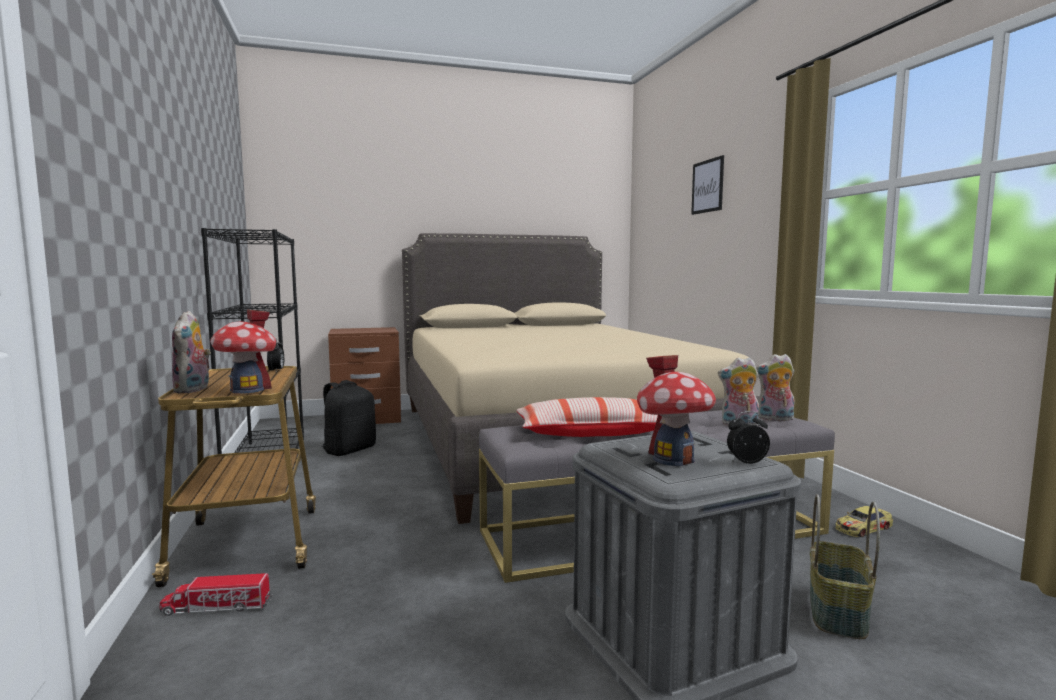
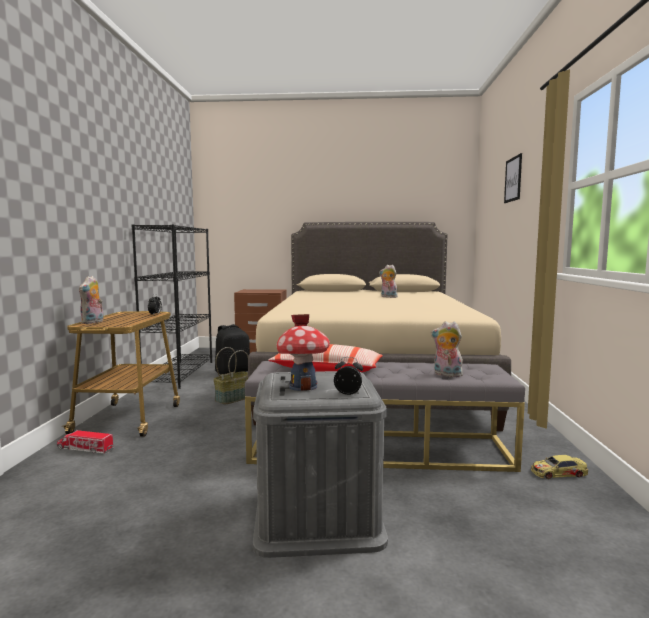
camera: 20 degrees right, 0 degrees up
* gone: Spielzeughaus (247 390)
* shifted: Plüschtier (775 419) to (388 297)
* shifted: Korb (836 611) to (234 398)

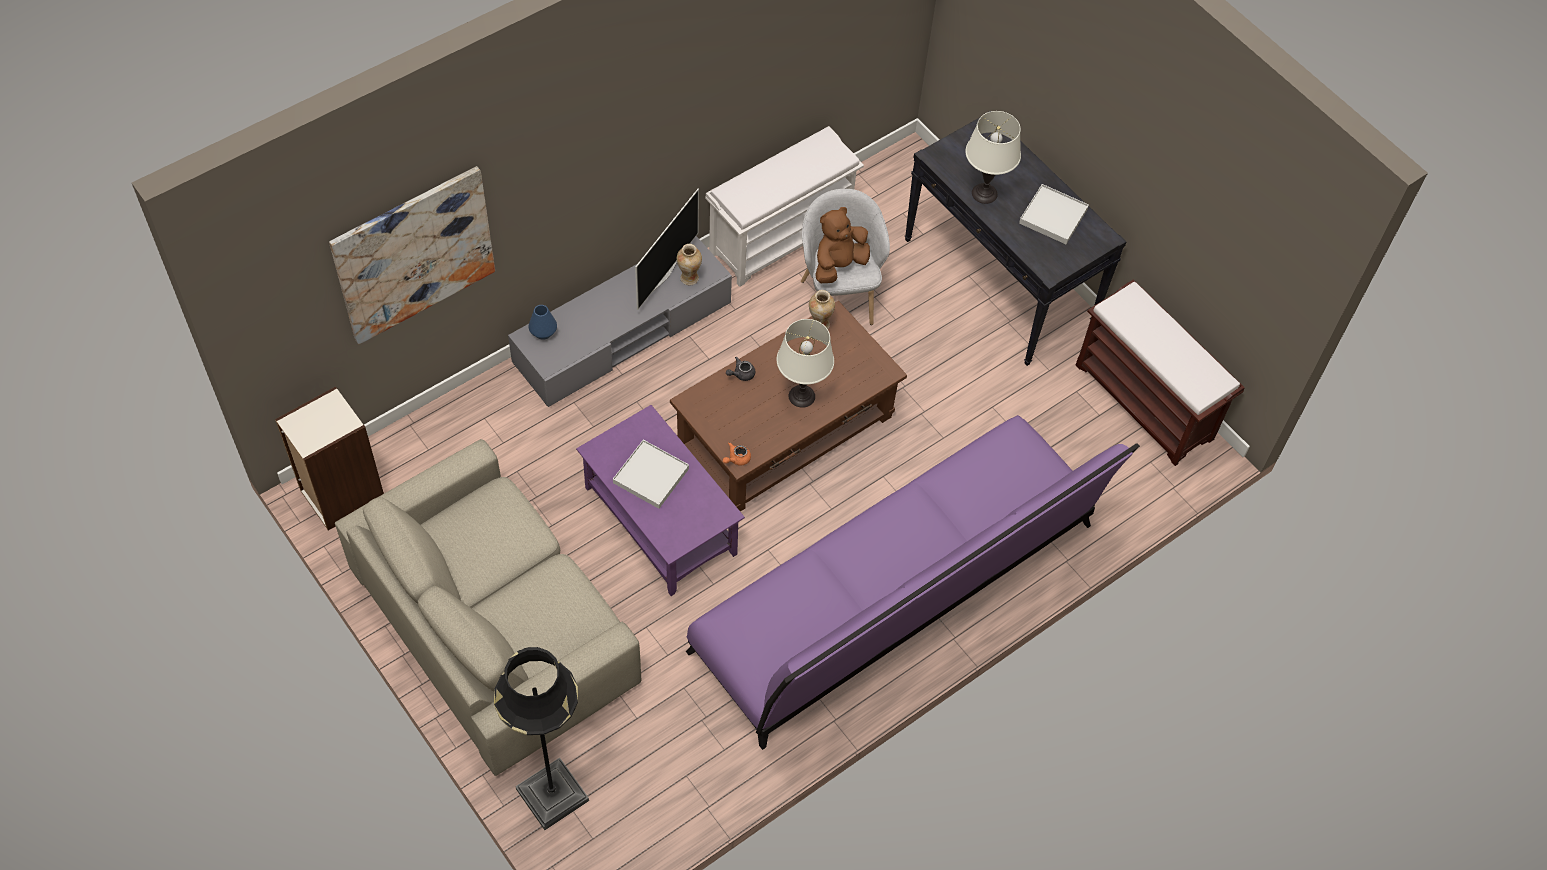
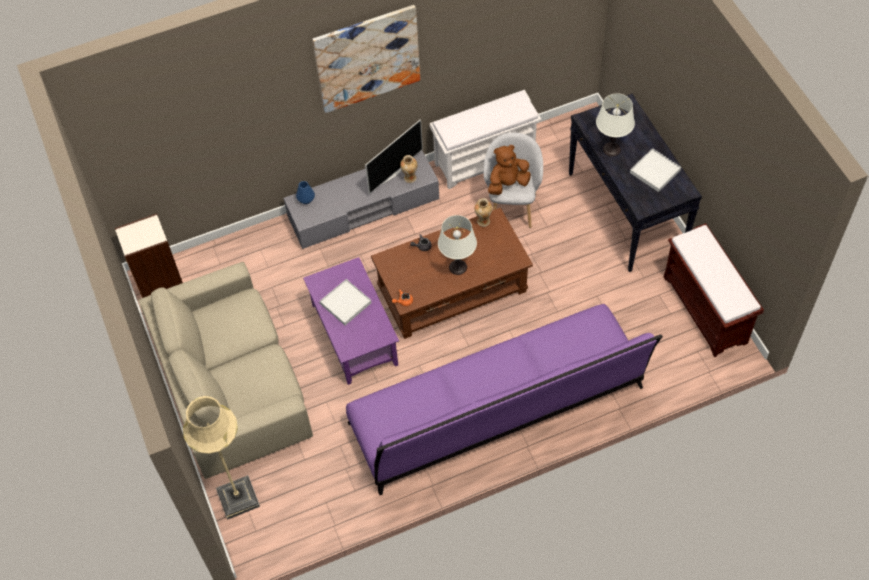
camera: 20 degrees right, 0 degrees up
* shifted: Bild (414 254) to (367 58)
* repainted: Stehlampe/schwarz (552 794) to Stehlampe/beige (238 498)

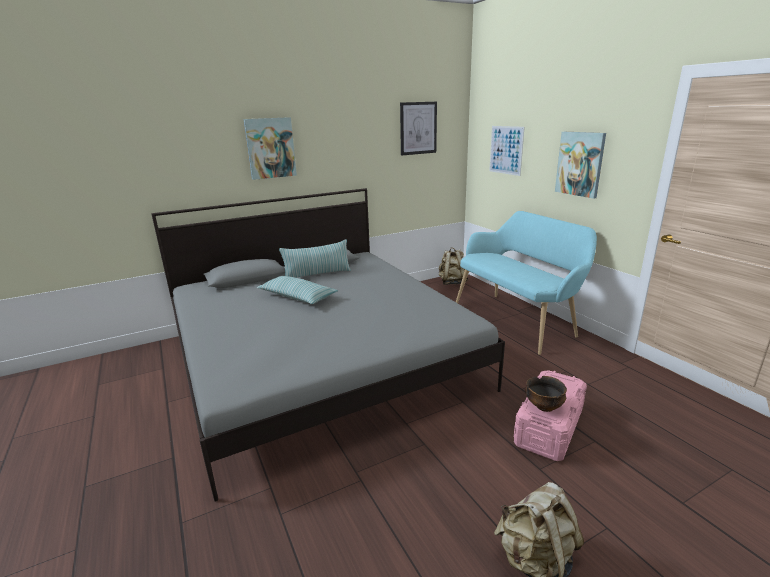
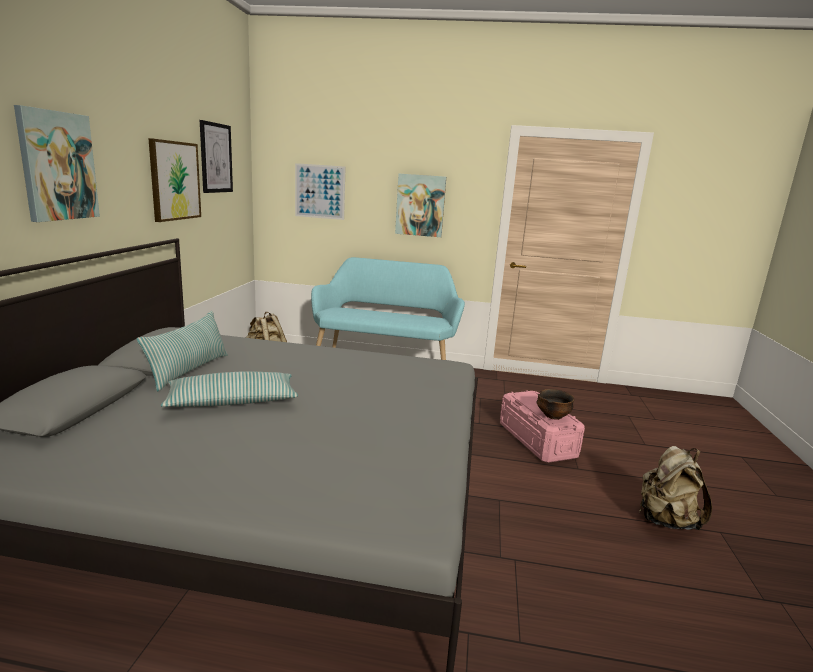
camera: 55 degrees left, 5 degrees down
* new: Bild (174 180)

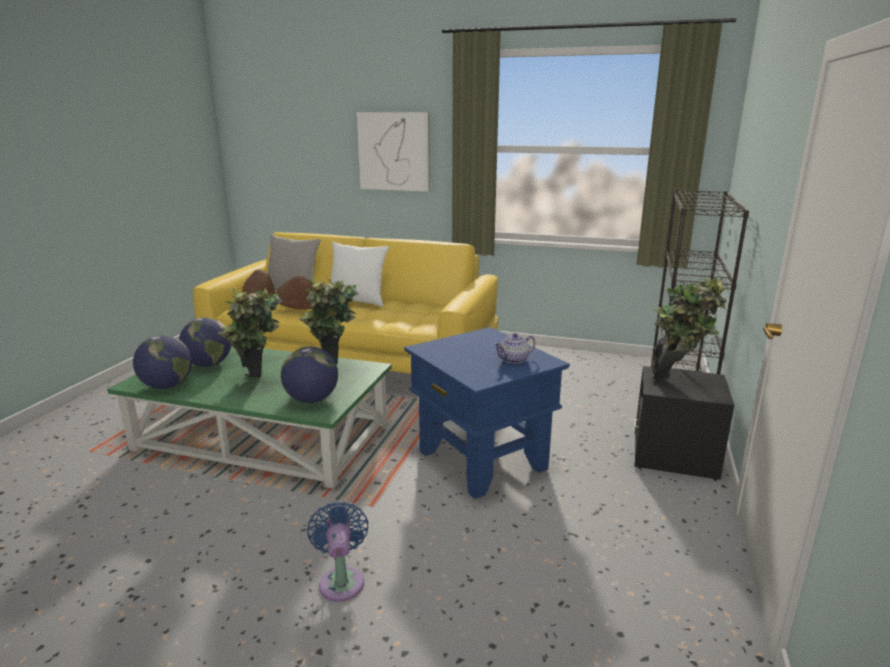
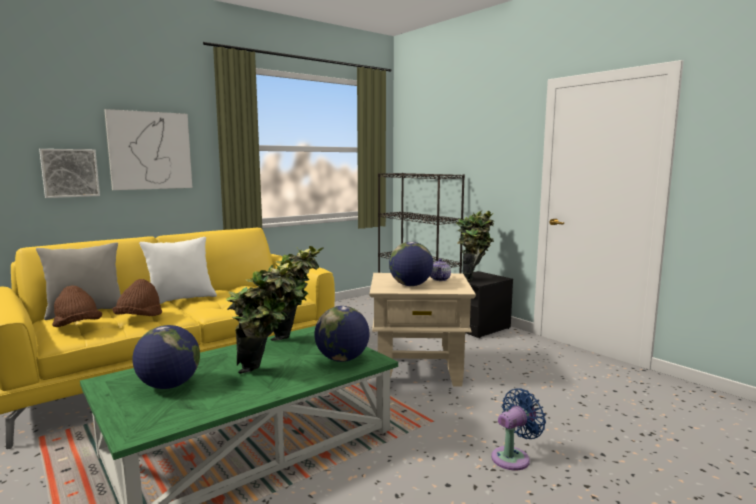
camera: 55 degrees left, 10 degrees down
* new: Bild (70 173)
* shifted: Globus (167 386) to (410 285)
* repainted: Beistelltisch/blau (481 460) to Beistelltisch/beige (419 370)
* rotated: Ventilator/blau (341 580) = (513 457) 120 degrees clockwise

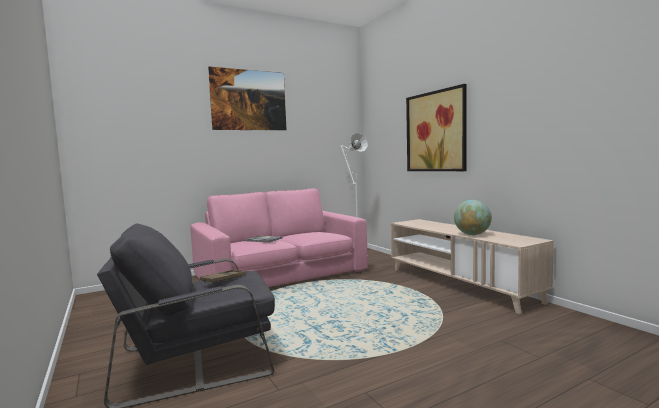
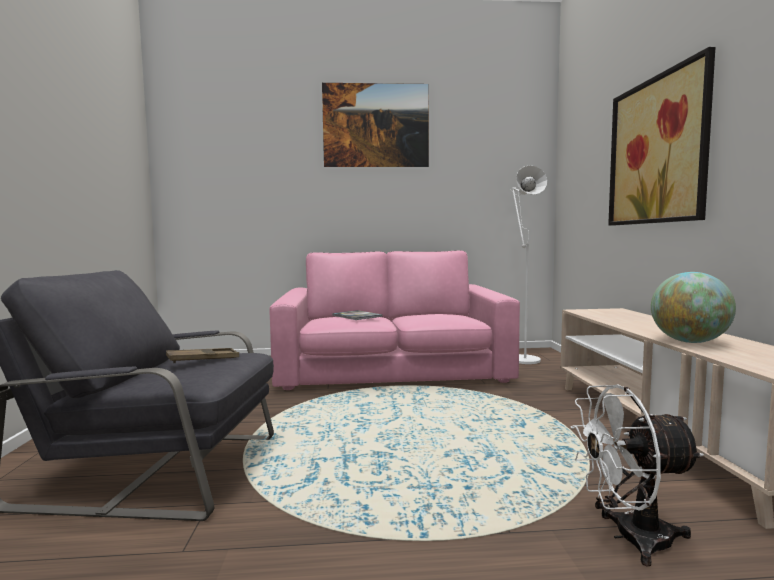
camera: 25 degrees right, 0 degrees up
* new: Ventilator/weiß (629 538)

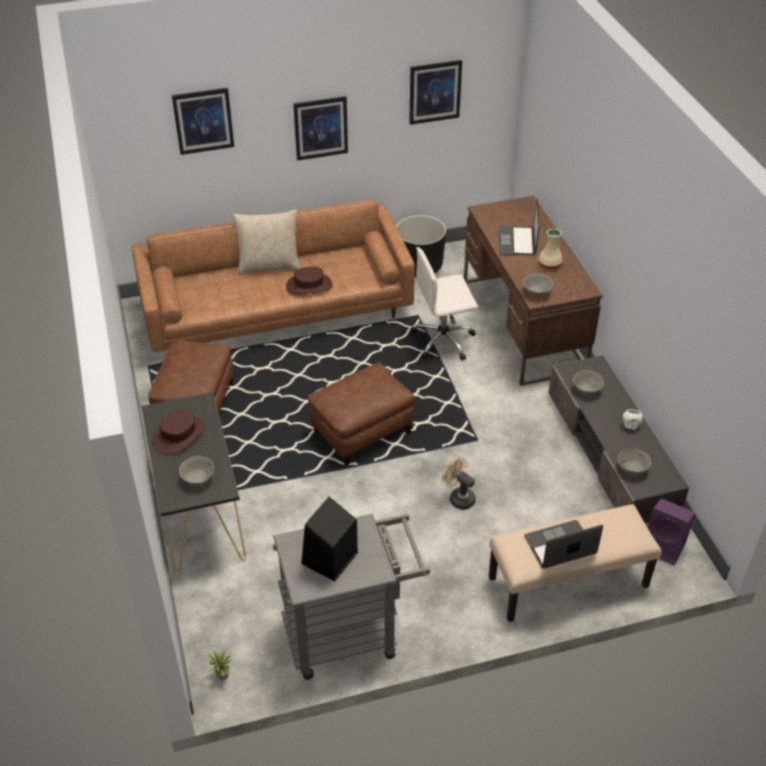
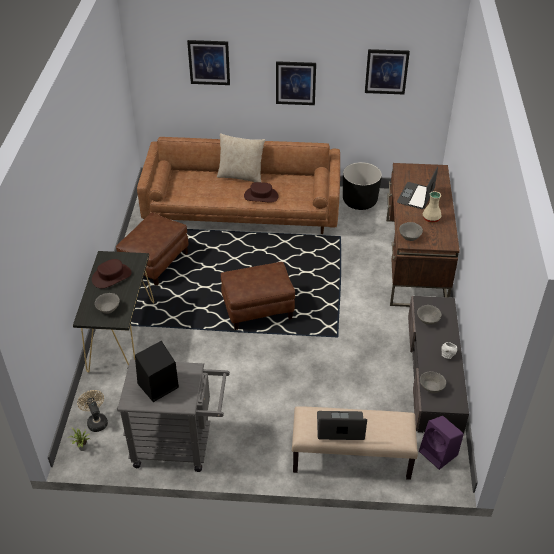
camera: 20 degrees right, 0 degrees up
* gone: Bürostuhl/weiß (444 340)
* shifted: Ventilator/beige (458 497) to (96 421)

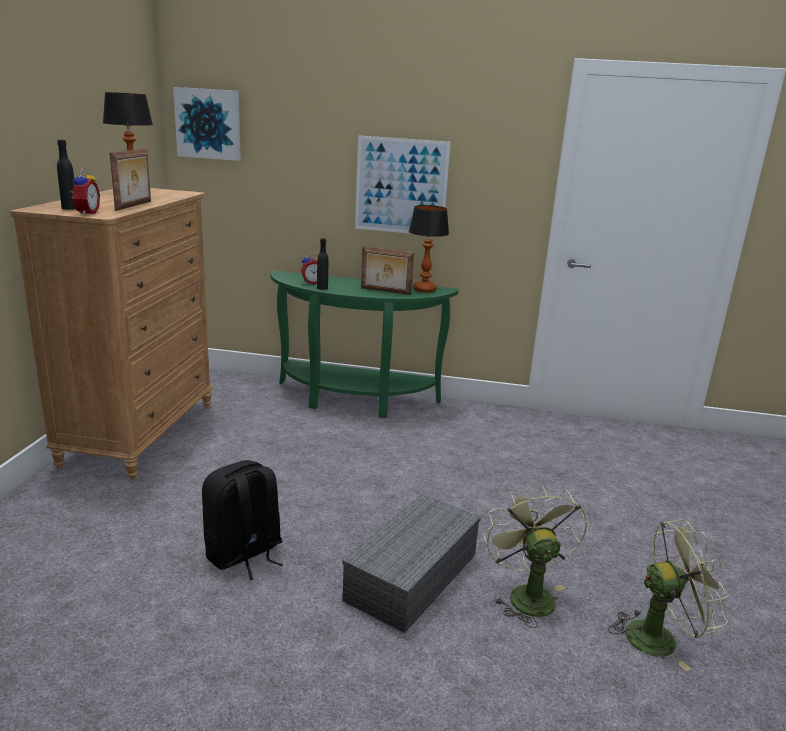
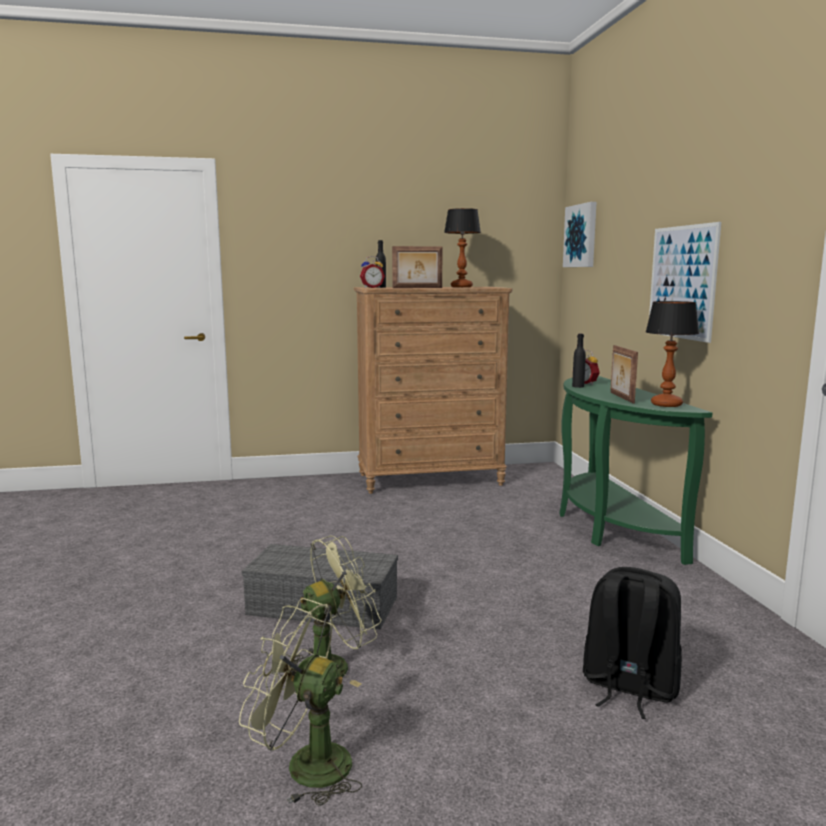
camera: 70 degrees right, 10 degrees down
* shifted: Rucksack/schwarz (244 554) to (628 687)
* rotated: Ventilator/grün (660 637) = (305 765) 135 degrees clockwise

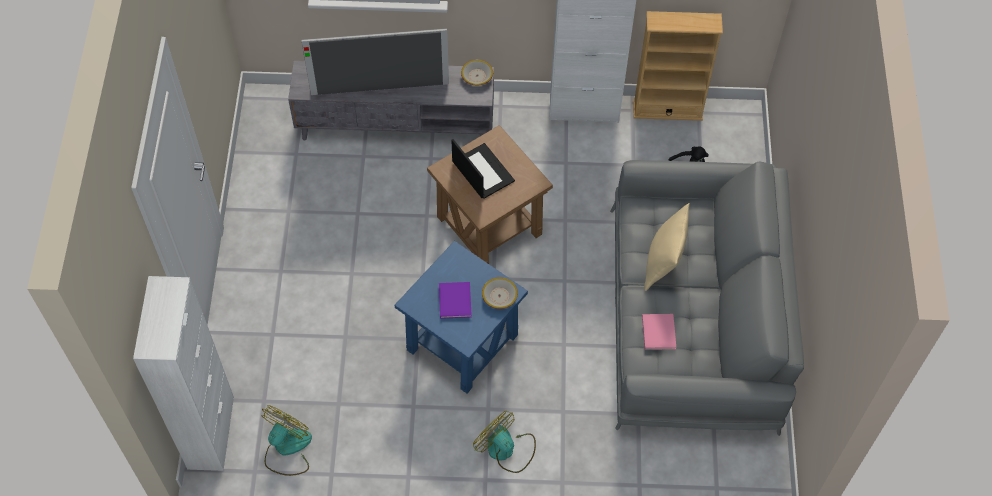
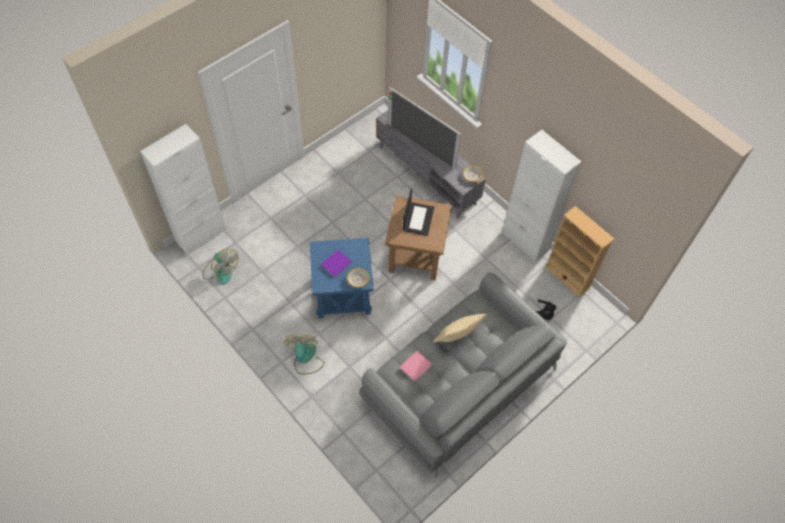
camera: 45 degrees right, 0 degrees up
* rotated: Ventilator (287 449) = (220 270) 60 degrees clockwise

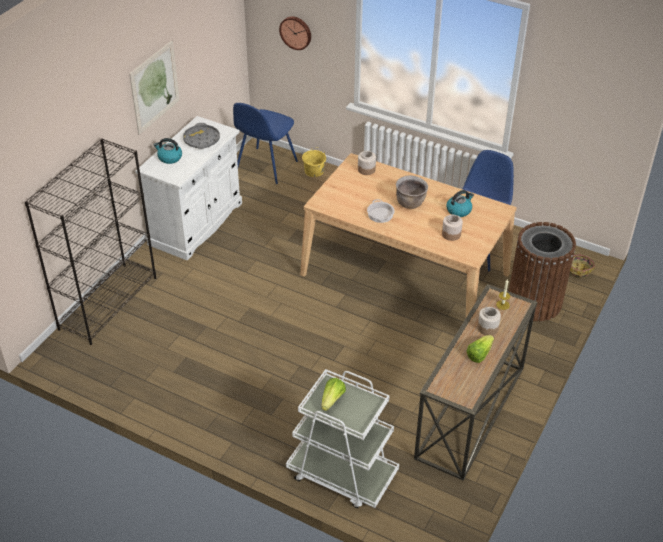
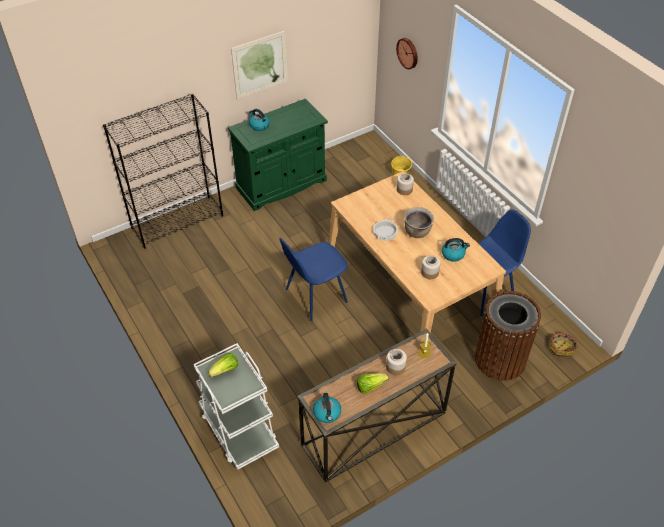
camera: 30 degrees right, 5 degrees up
* gone: Tablett/grau (201 139)
* new: Wasserkessel (327 413)
* shifted: Stuhl/blau (265 167) to (314 296)
* repainted: Schrank/weiß (196 223) to Schrank/grün (281 184)

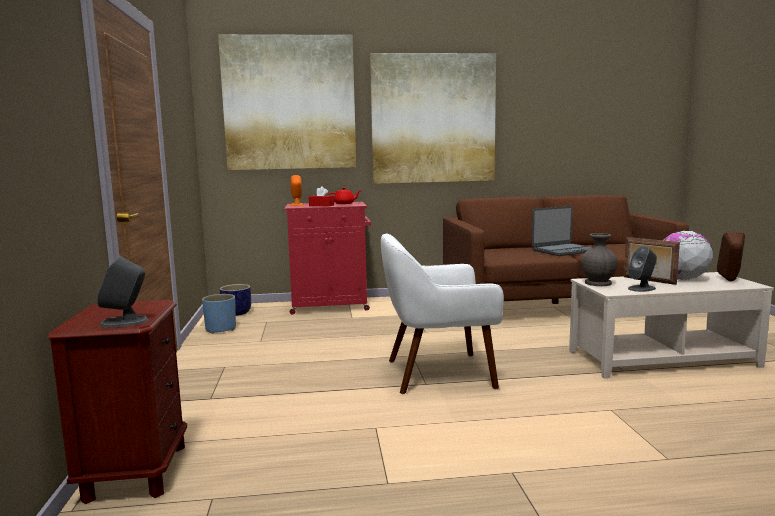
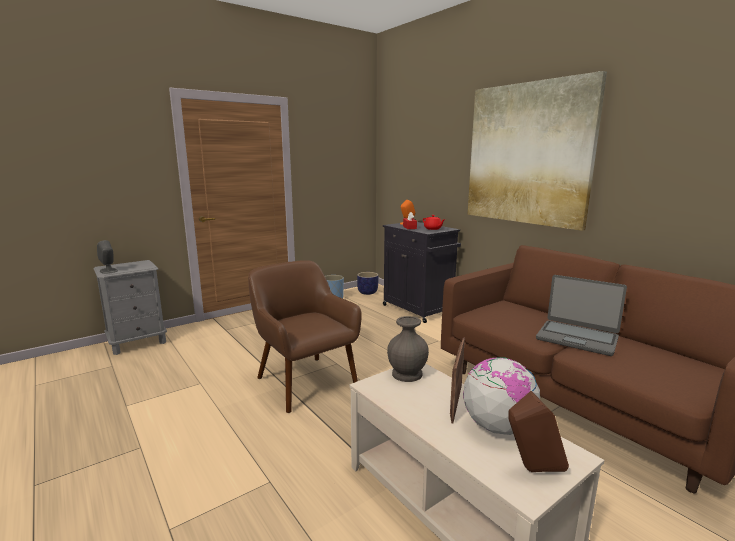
camera: 60 degrees right, 5 degrees up
* gone: Bild (289 103)
* gone: Lautsprecher/grau (642 288)
* repainted: Nachttisch/braun (136 472) to Nachttisch/grau (138 342)
* repainted: Schrank/rot (331 306) to Schrank/schwarz (418 310)
* repainted: Sessel/weiß (437 373) to Sessel/braun (305 382)

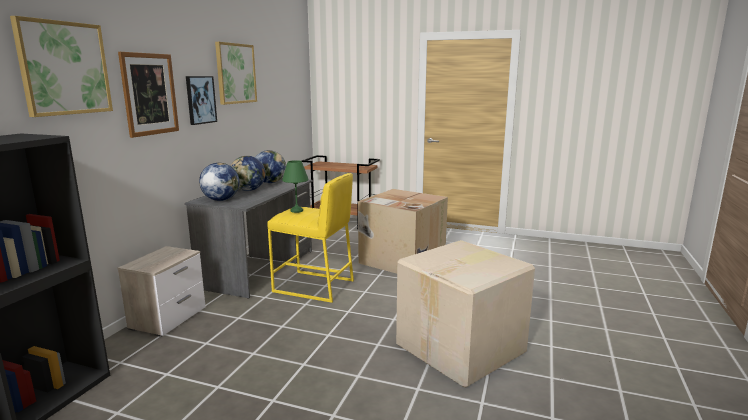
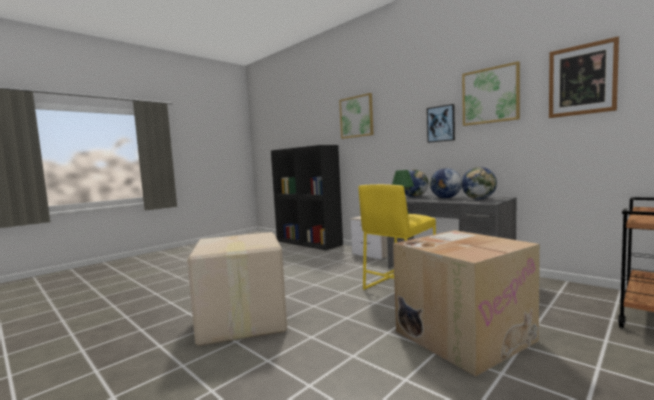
camera: 115 degrees right, 10 degrees down
* shifted: Bild (149 94) to (581 80)

